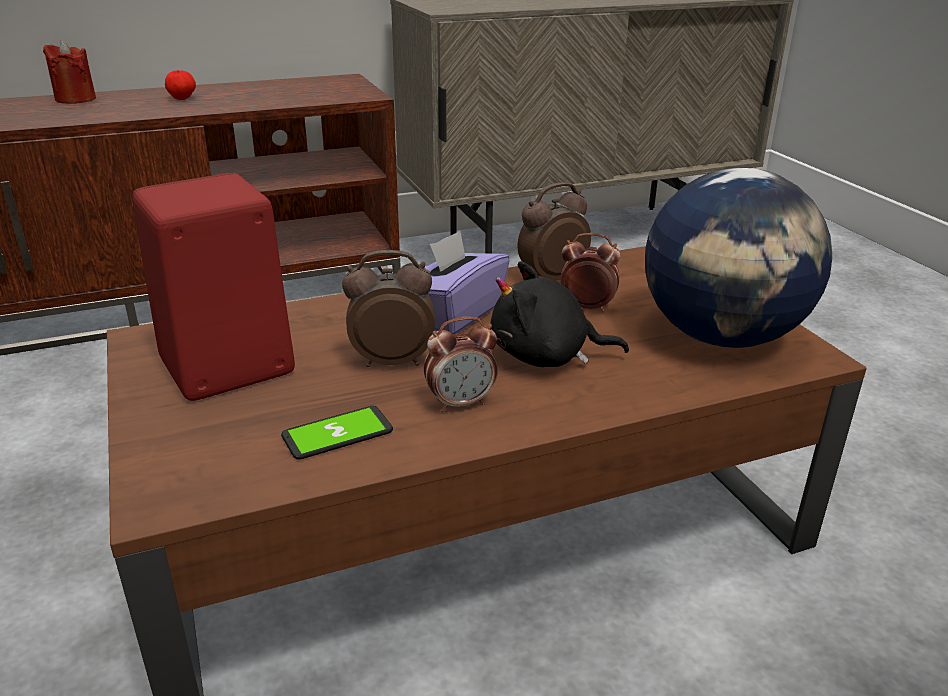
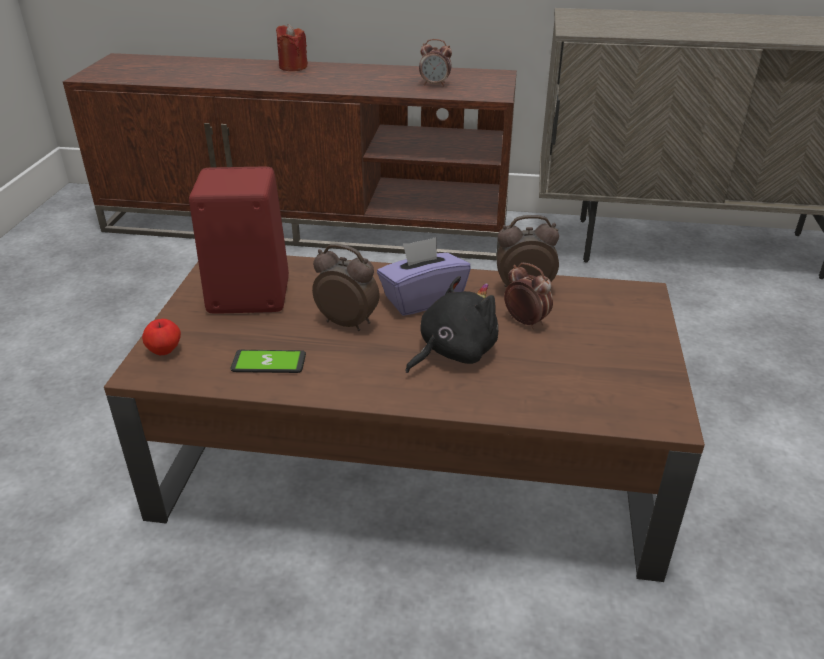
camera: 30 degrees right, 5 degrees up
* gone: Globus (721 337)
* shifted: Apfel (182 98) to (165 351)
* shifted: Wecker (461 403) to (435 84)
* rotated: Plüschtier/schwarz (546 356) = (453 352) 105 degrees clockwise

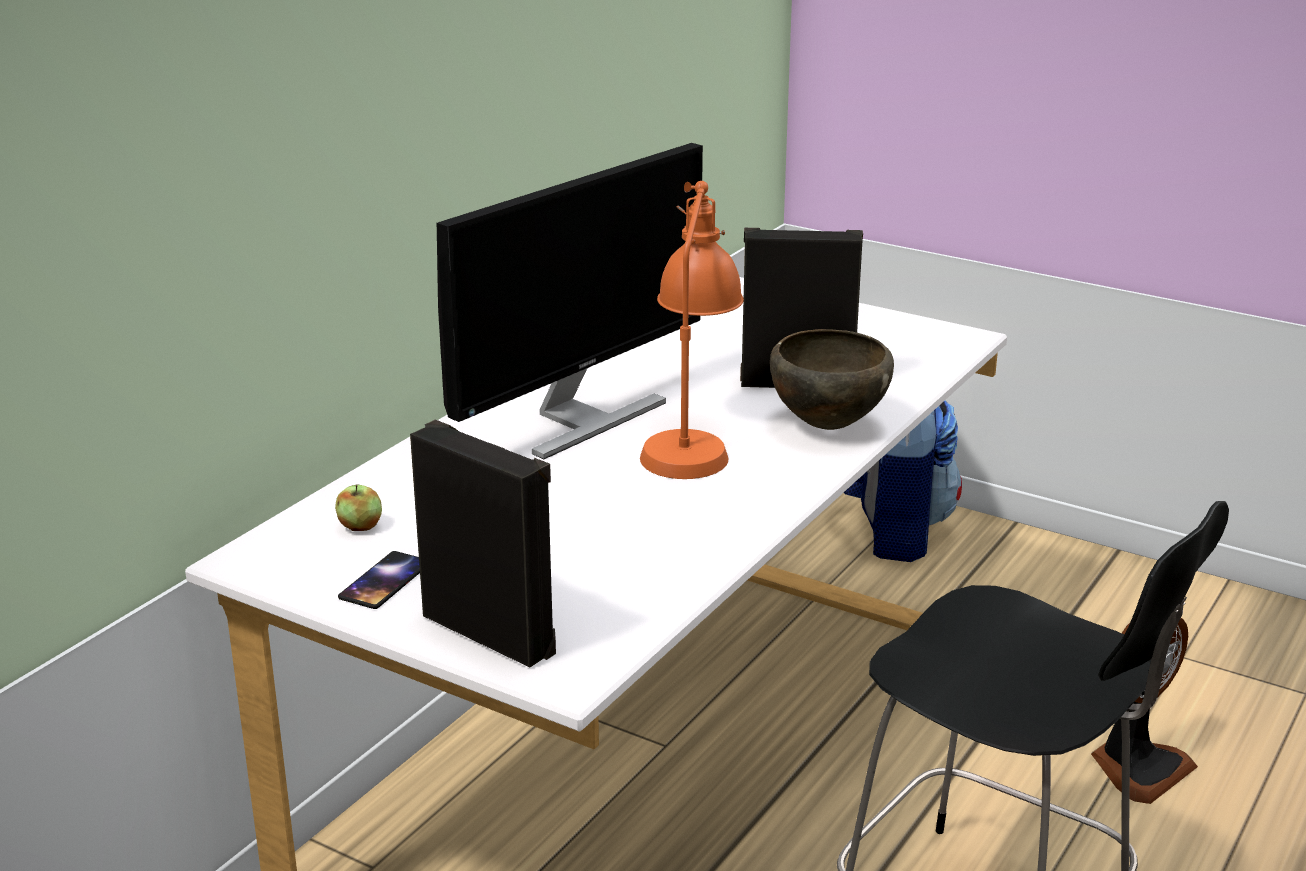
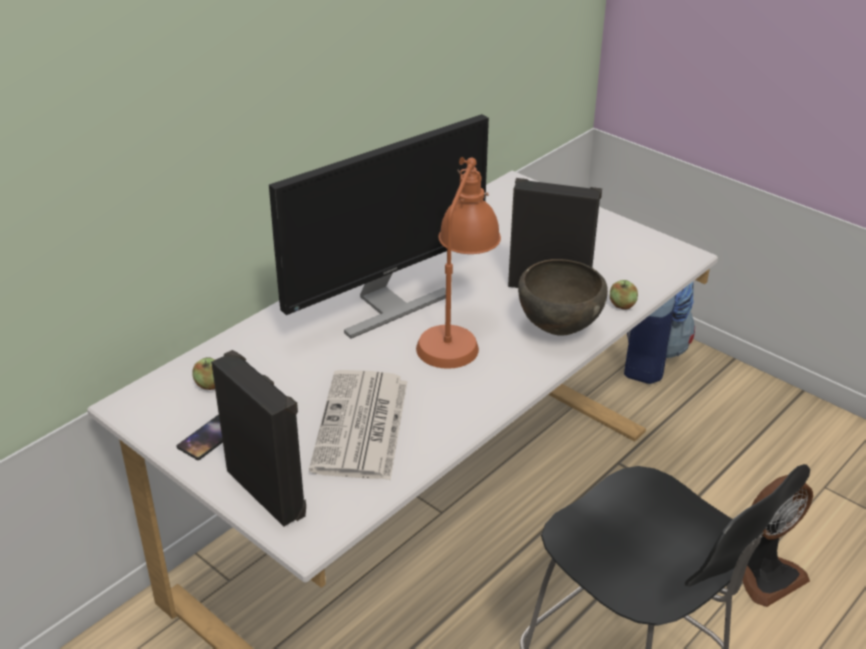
camera: 10 degrees right, 10 degrees up
* new: Zeitung (361 427)
* new: Apfel (622 305)

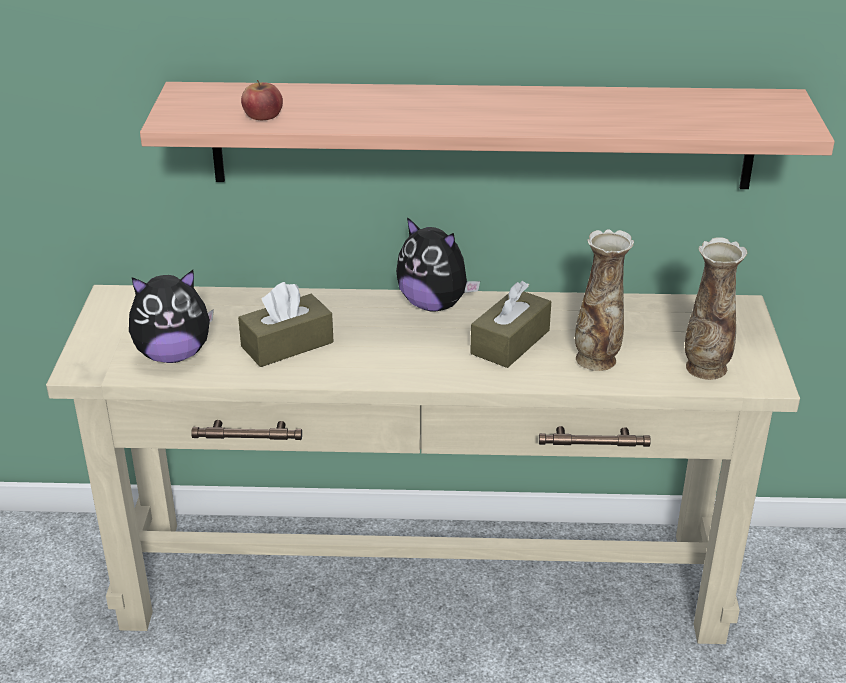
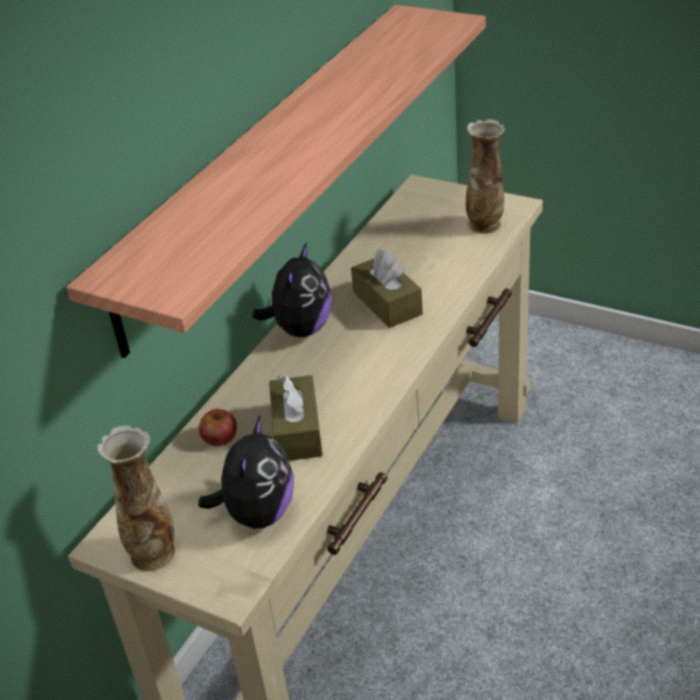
camera: 60 degrees left, 5 degrees up
* shifted: Apfel (263 115) to (220 437)
* shifted: Vase (597 359) to (153 552)
* rotated: Plüschtier (434 305) = (301 329) 45 degrees counterclockwise

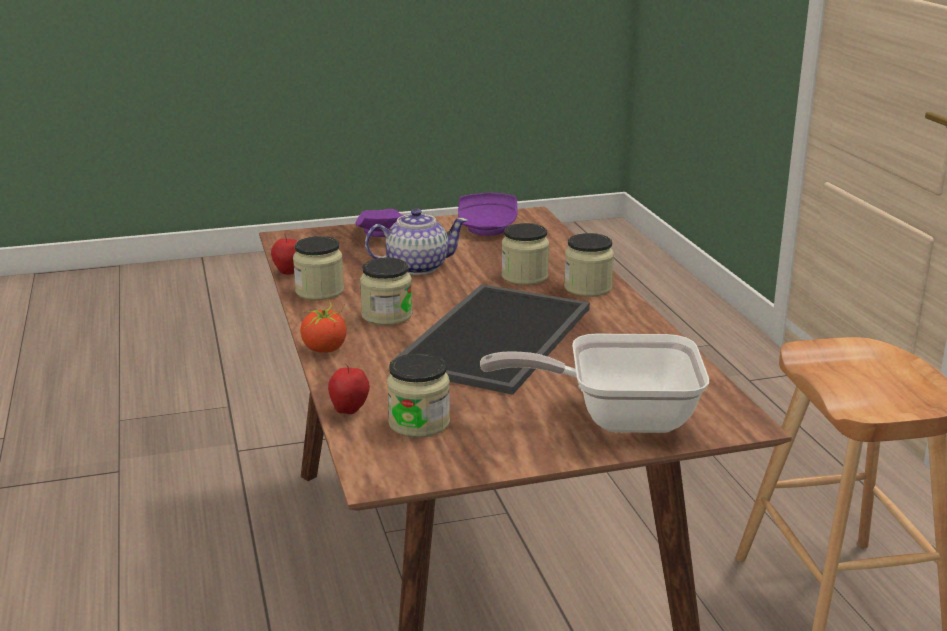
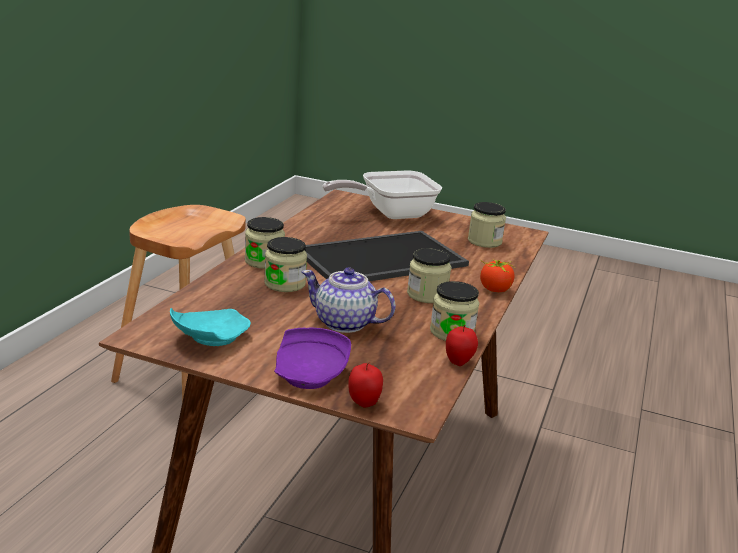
camera: 145 degrees left, 0 degrees up
* shifted: Apfel (350 411) to (363 403)
* repainted: Teller/lila (488 227) to Teller/türkis (209 338)
* rotated: Pfanne (617 417) = (390 214) 120 degrees clockwise

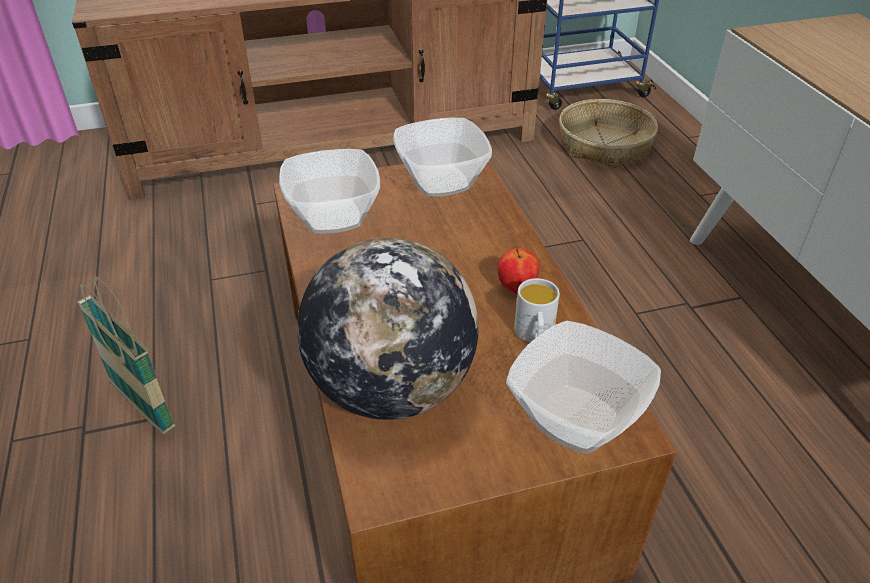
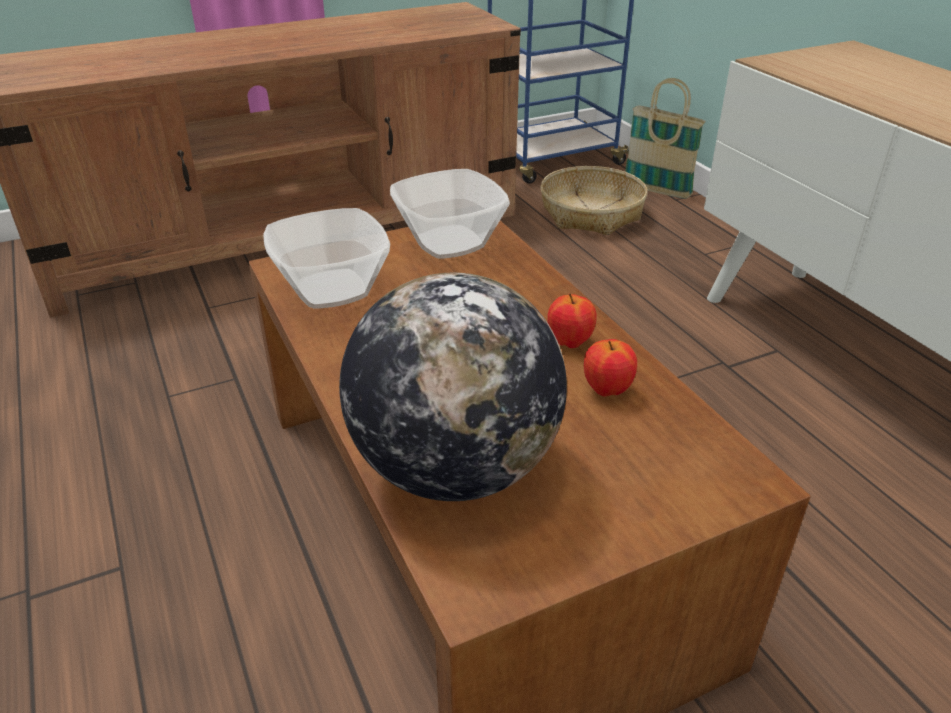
camera: 10 degrees left, 5 degrees down
* gone: Schüssel (573 419)
* shifted: Korb (142 406) to (657 191)
* swapped: Henkelbecher/weiß (534 335) to Apfel (607 390)

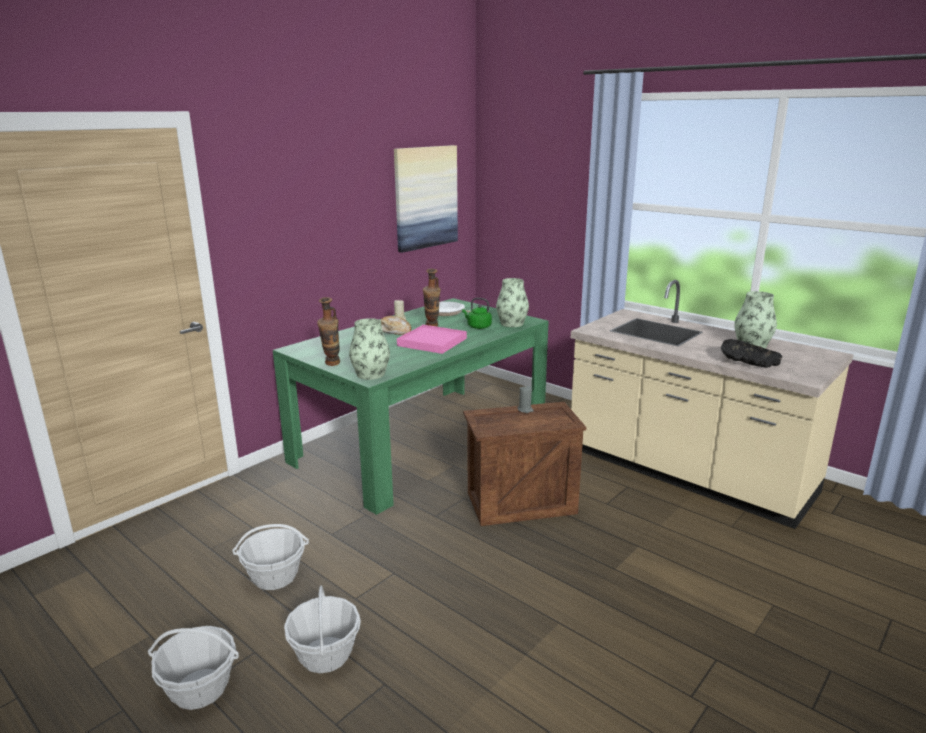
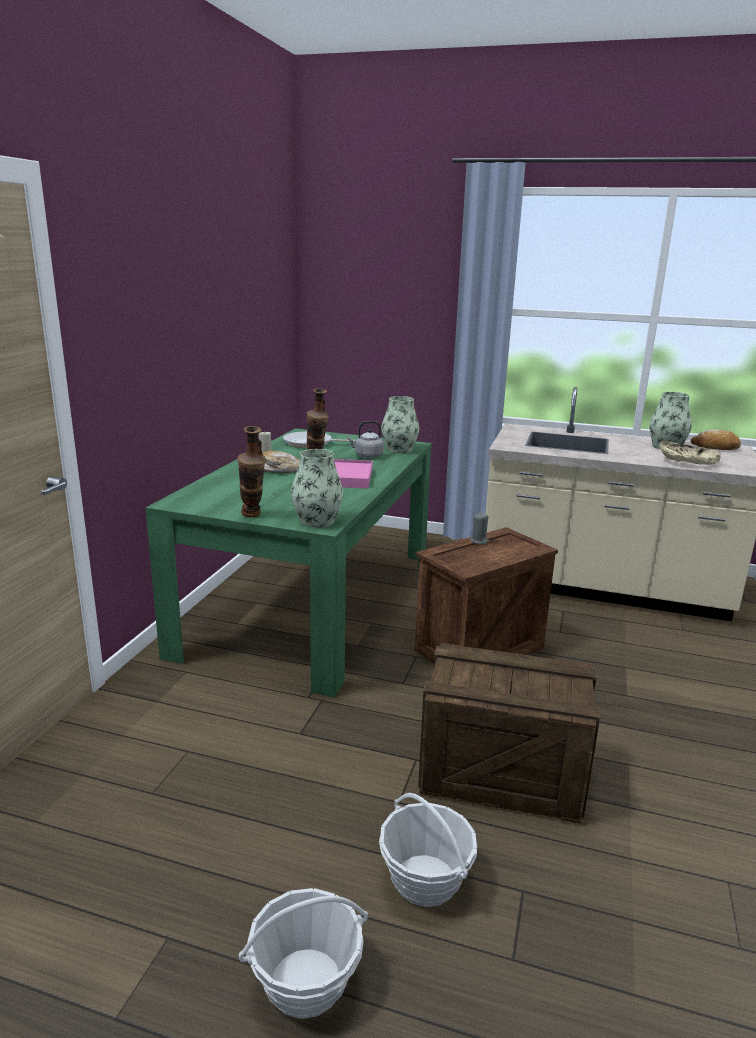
camera: 25 degrees left, 0 degrees up
* gone: Korb (275 576)
* gone: Bild (425 197)
* new: Kiste (502 774)
* new: Brot (715 447)
* repainted: Wasserkessel/grün (478 327) to Wasserkessel/grau (367 456)
* repainted: Schüssel/schwarz (747 362) to Schüssel/beige (686 462)

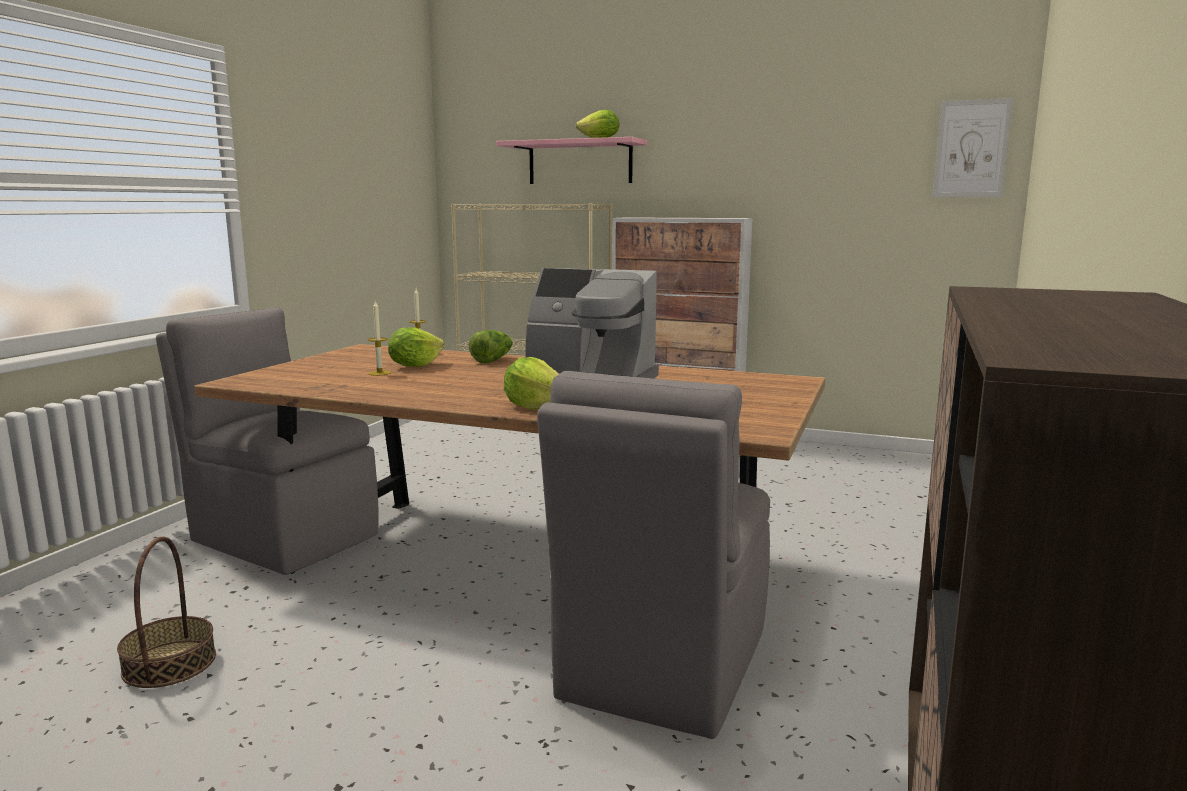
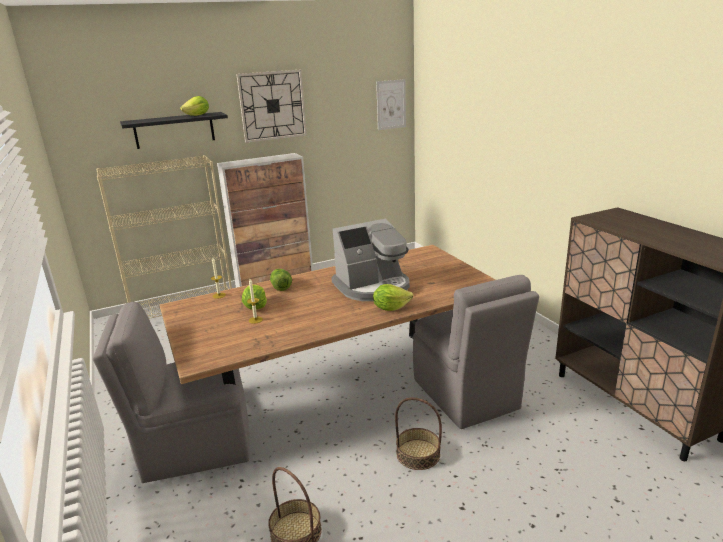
camera: 45 degrees left, 10 degrees up
* new: Wanduhr (272 106)
* new: Korb (418 454)
* repainted: Wandregal/rosa (580 163) to Wandregal/schwarz (174 130)

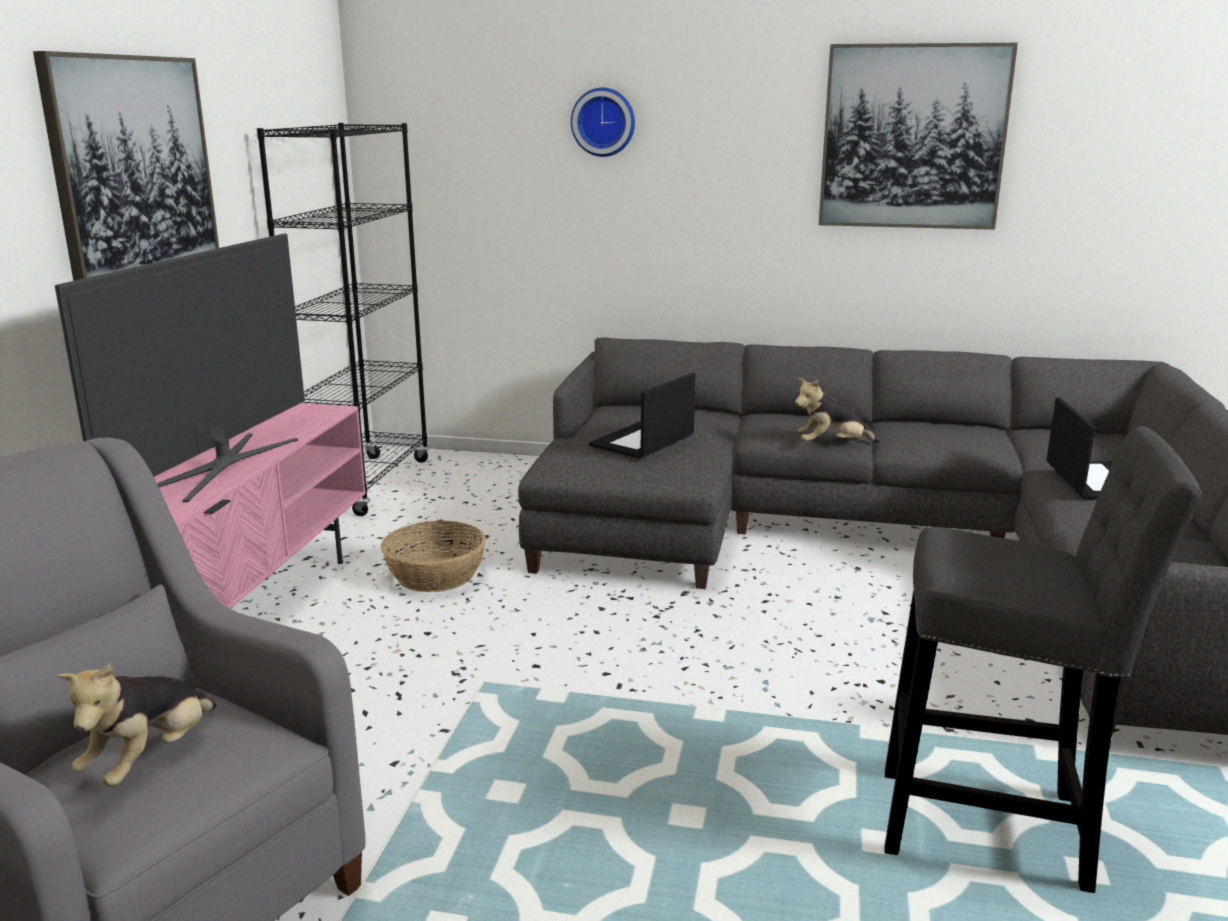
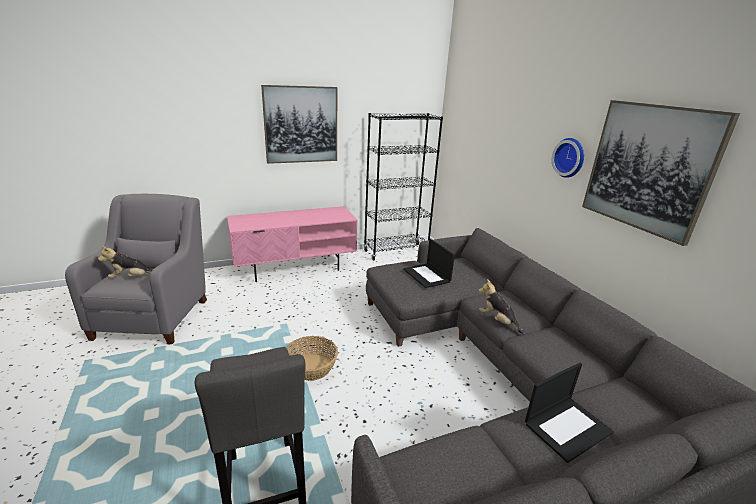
camera: 55 degrees right, 5 degrees up
* gone: Fernseher (220 465)
* shifted: Korb (435 574) to (311 367)
* shifted: Wanduhr (604 122) to (570 157)
* rotated: Laptop (642 441) = (427 276) 120 degrees counterclockwise

